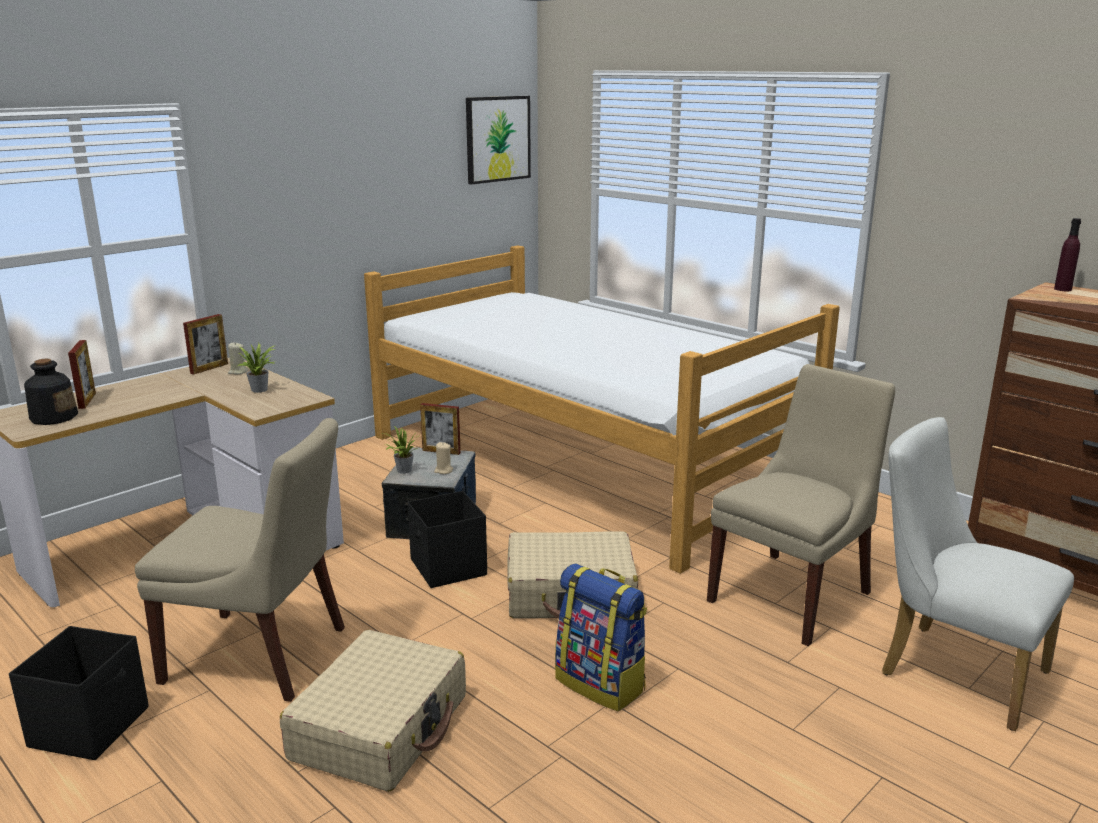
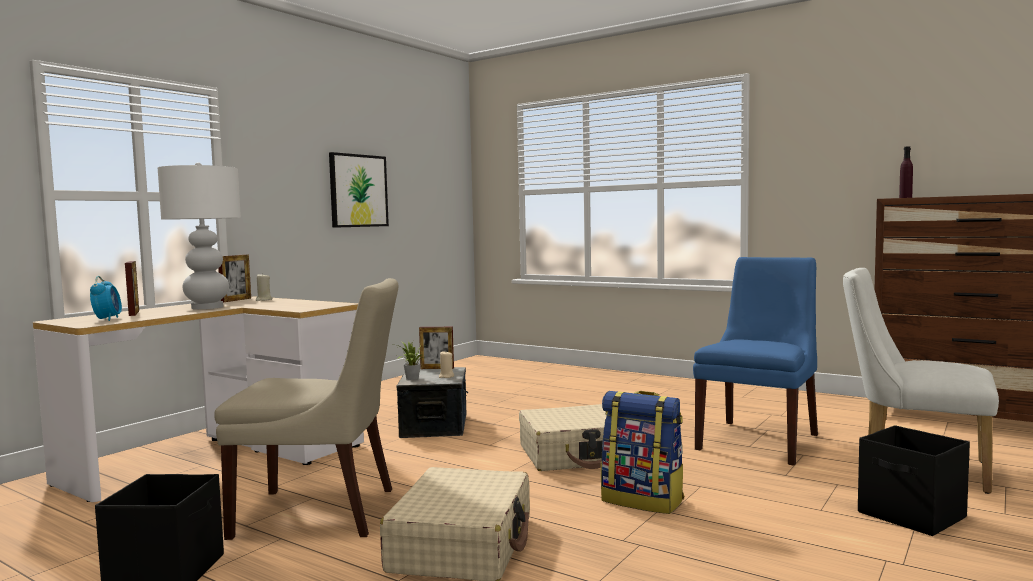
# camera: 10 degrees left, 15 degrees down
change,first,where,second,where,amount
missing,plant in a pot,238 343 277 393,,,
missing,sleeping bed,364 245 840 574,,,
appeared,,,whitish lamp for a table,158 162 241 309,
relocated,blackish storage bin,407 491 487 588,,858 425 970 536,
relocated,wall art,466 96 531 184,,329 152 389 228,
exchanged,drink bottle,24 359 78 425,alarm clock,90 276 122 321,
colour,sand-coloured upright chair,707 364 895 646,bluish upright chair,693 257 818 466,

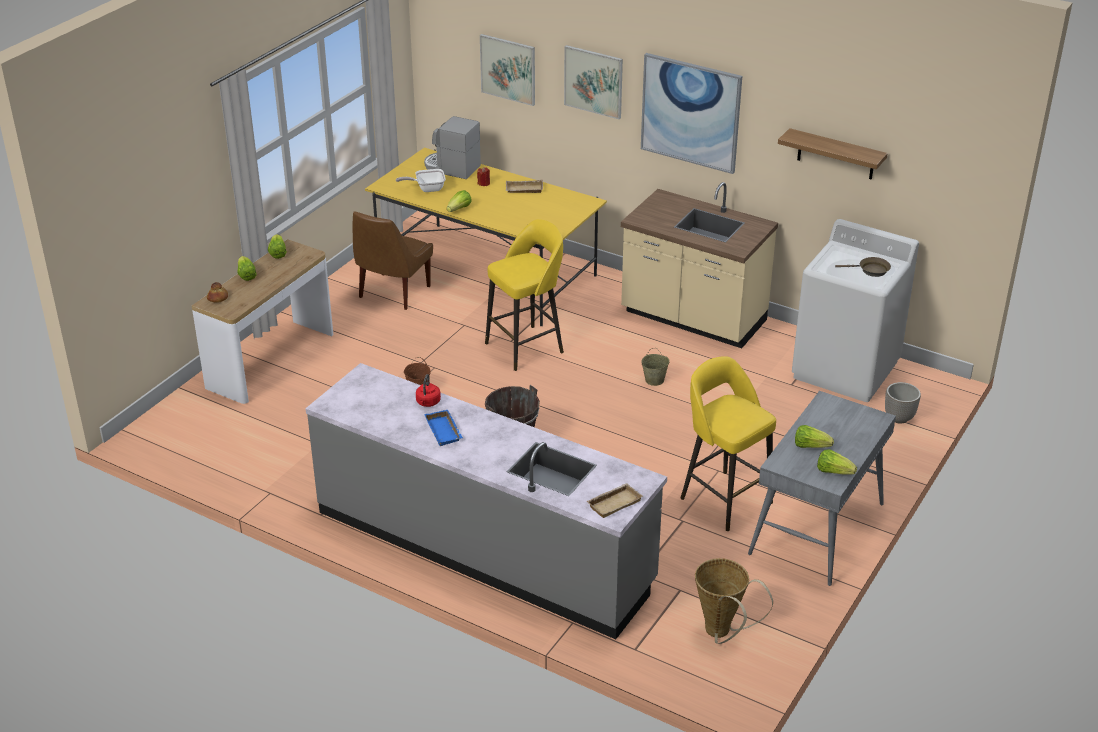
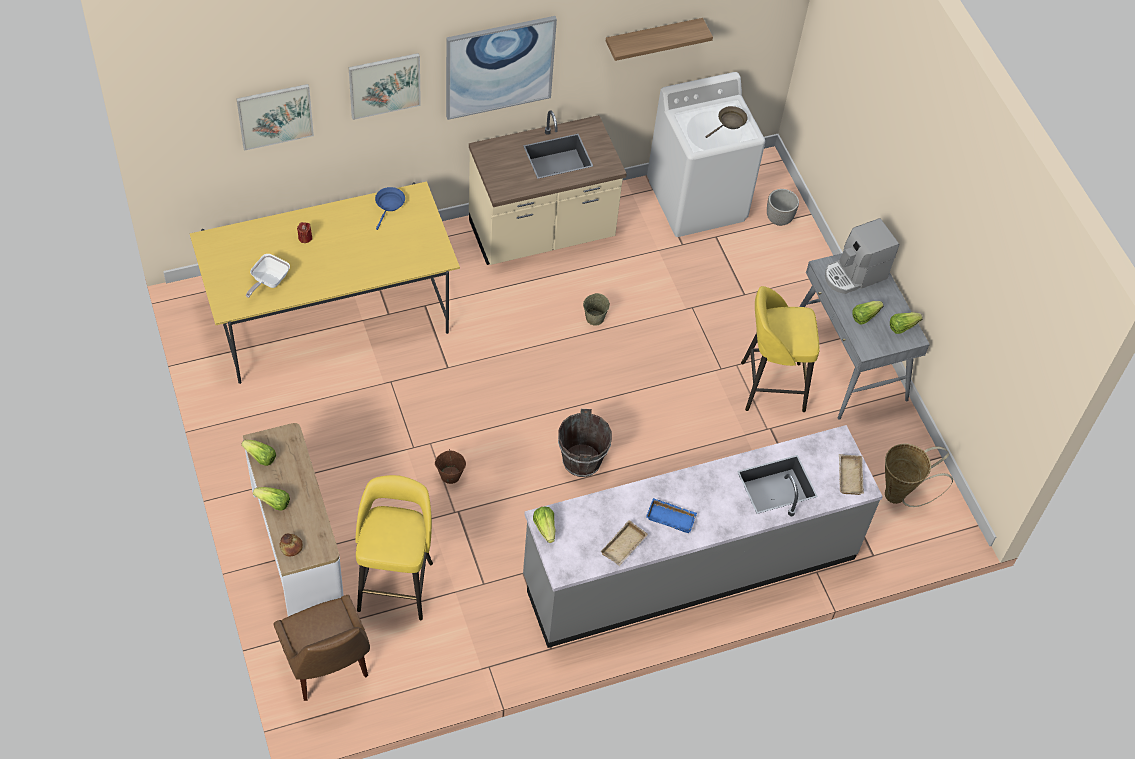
# camera: 55 degrees left, 20 degrees up
change,first,where,second,where,amount
missing,red-coloured water kettle,416 374 441 407,,,
appeared,,,bluish skillet,375 187 405 230,
relocated,brown upright chair,352 211 433 310,,273 595 370 701,
relocated,coffee maker,424 116 481 179,,825 218 899 294,
relocated,head of lettuce,447 190 472 212,,533 507 555 543,
relocated,yellowish stool seat,485 219 564 371,,355 475 433 621,
relocated,sand-coloured carrying tray,506 180 543 193,,600 520 648 566,

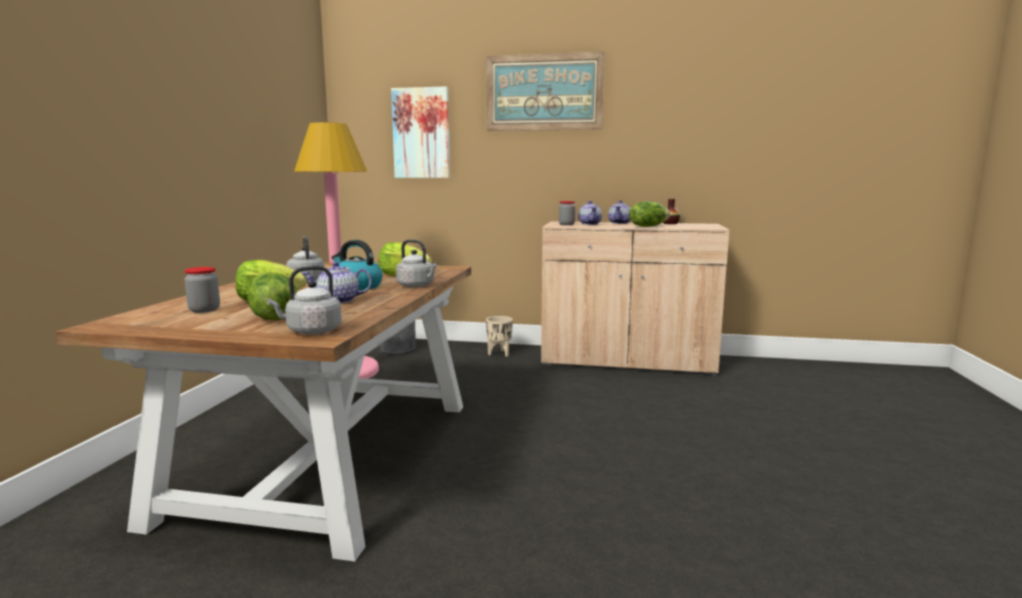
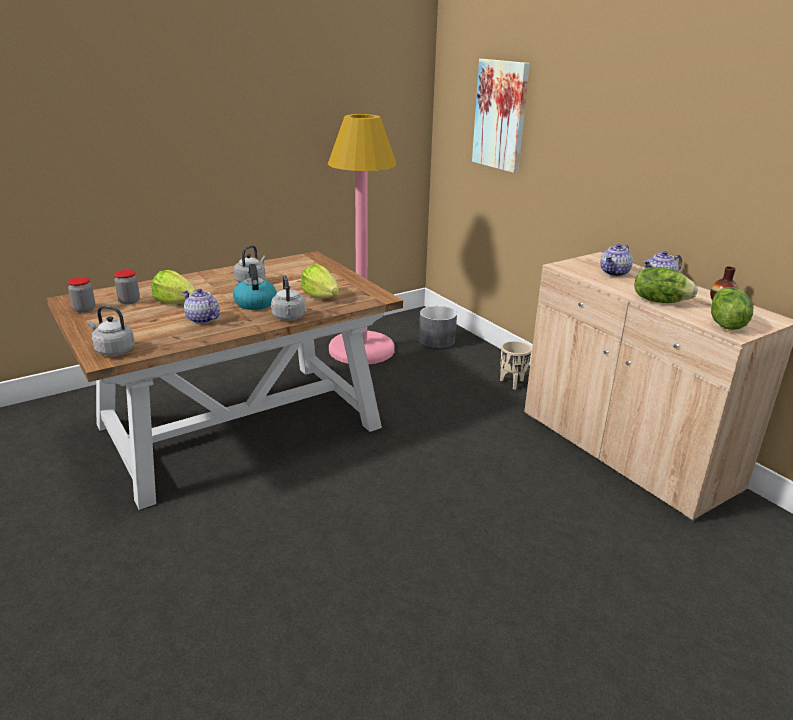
# camera: 45 degrees right, 15 degrees up
change,first,where,second,where,amount
missing,wall art,486 52 605 131,,,
relocated,head of lettuce,247 272 297 320,,711 287 753 330,
relocated,preserve jar,559 201 575 225,,68 277 95 313,

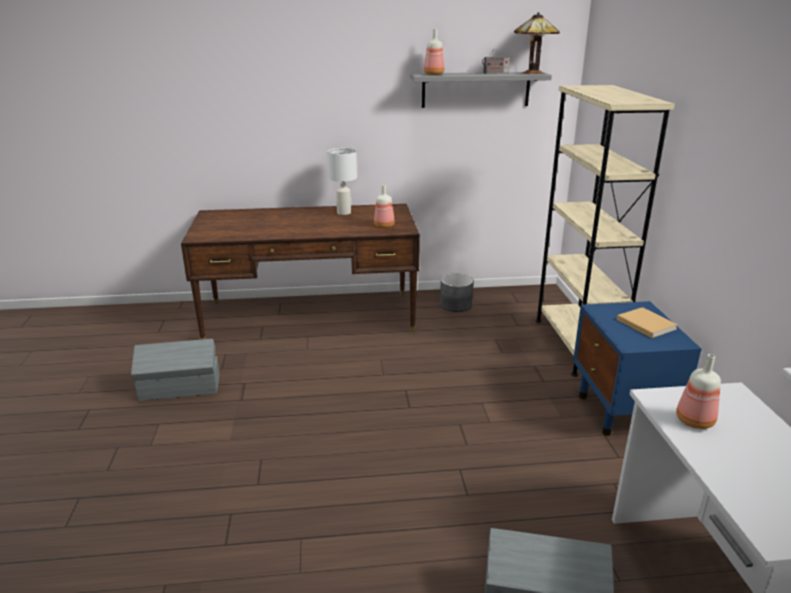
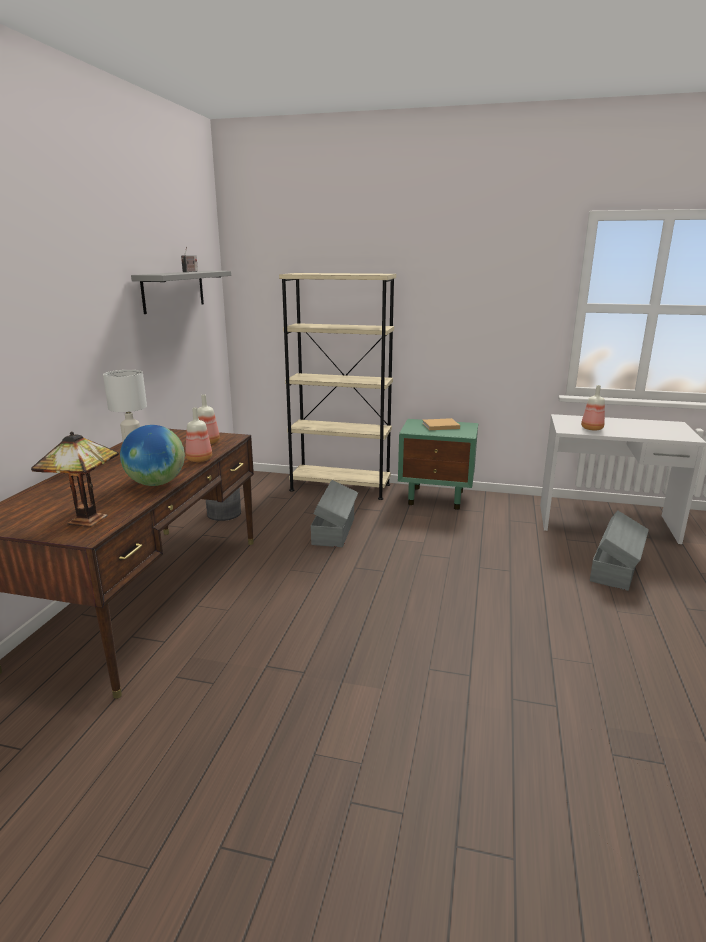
# camera: 70 degrees left, 5 degrees down
change,first,where,second,where,amount
appeared,,,world globe,120 425 185 486,
relocated,greyish storage bin,131 339 219 401,,311 480 358 547,
relocated,drink bottle,424 29 444 75,,185 407 212 462,
relocated,lamp for a table,514 12 560 74,,31 431 119 527,
colour,bluish night table,573 301 702 436,green-coloured night table,398 419 478 510,

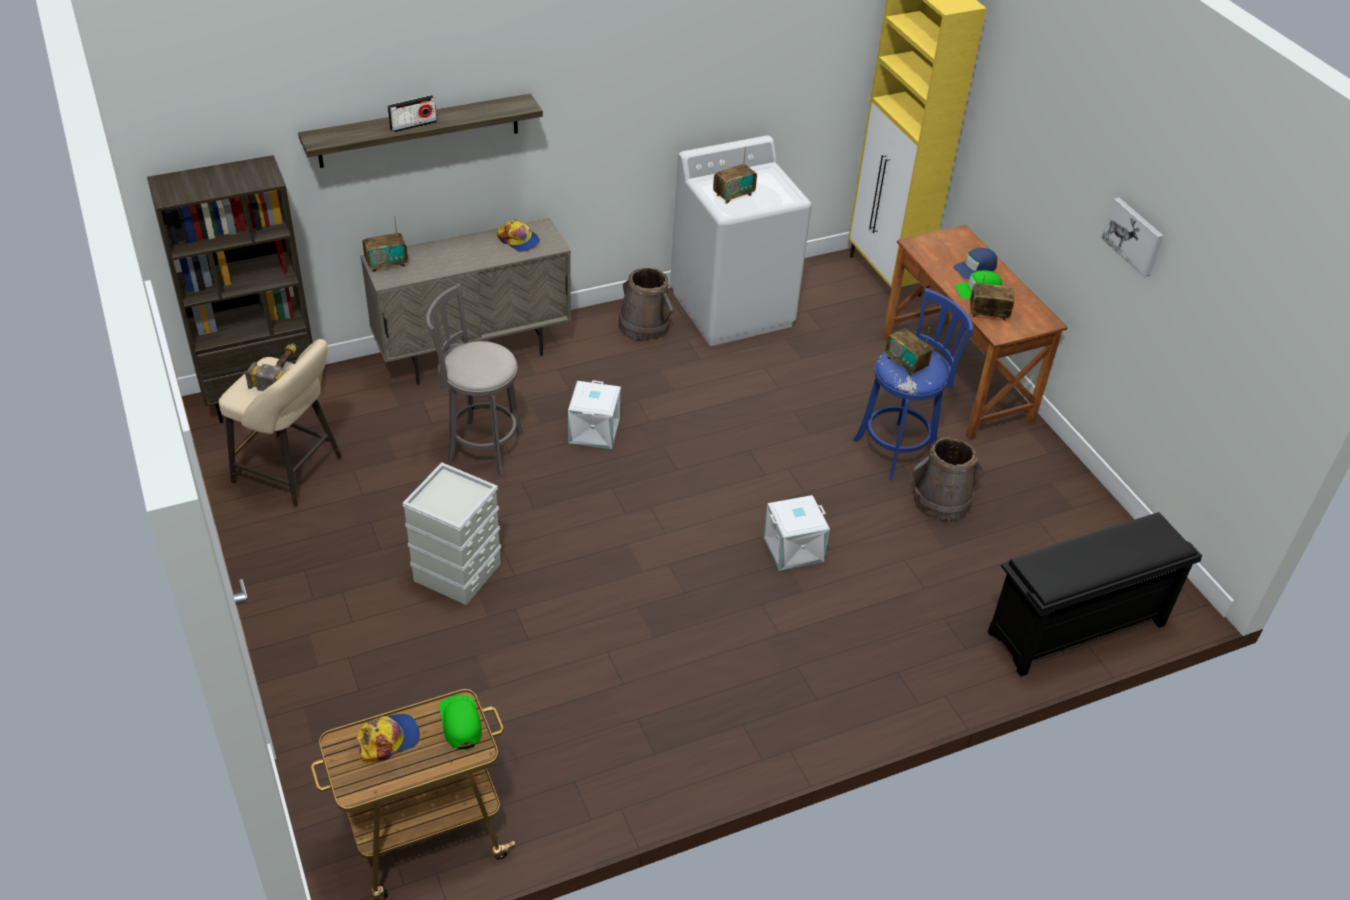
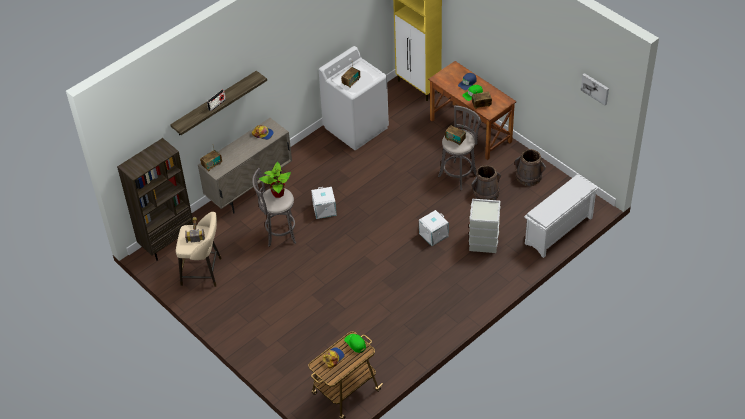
# camera: 15 degrees left, 5 degrees up
change,first,where,second,where,amount
appeared,,,plant in a pot,259 162 291 198,
relocated,greyish storage bin,402 462 501 605,,469 199 501 253,
relocated,brown water bucket,618 268 673 341,,515 149 546 186,
relocated,wall art,1101 198 1164 277,,581 73 609 105,
colour,bluish stool seat,853 288 974 480,greyish stool seat,438 105 481 190,
colour,blackish shoe rack,988 512 1202 677,whitish shoe rack,524 174 599 258,

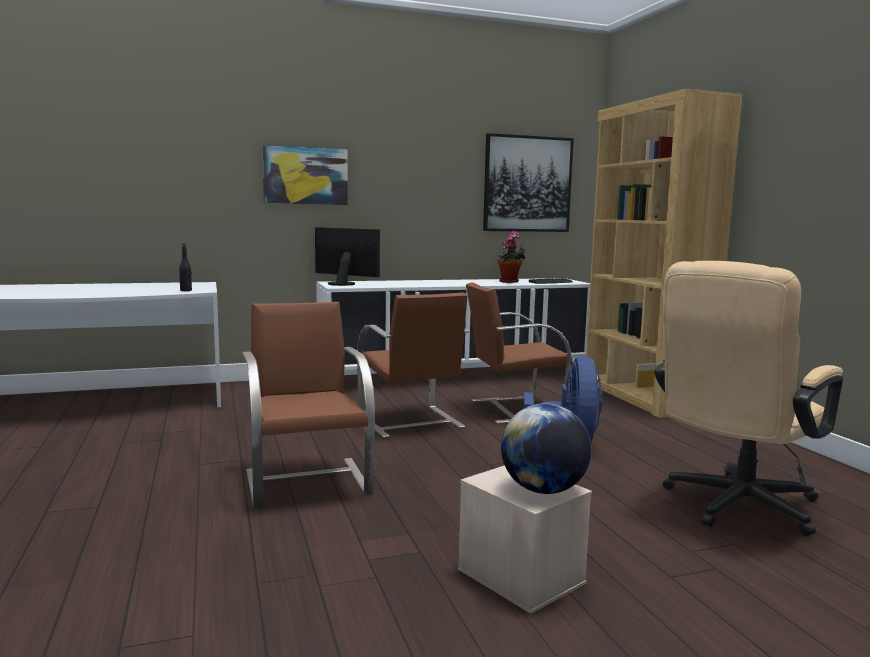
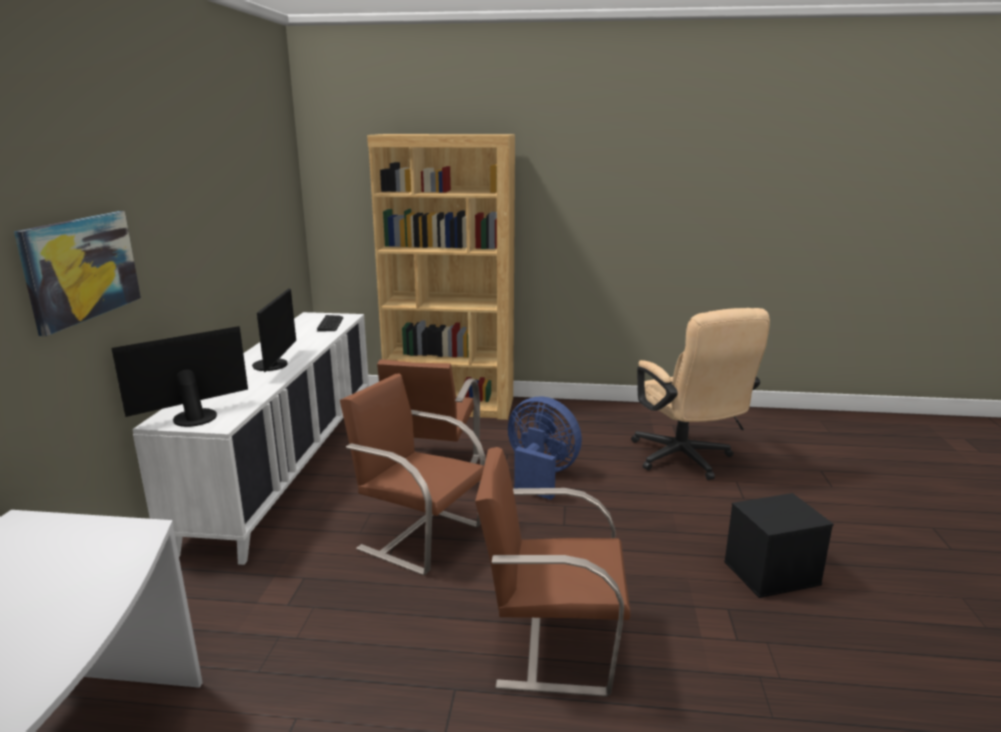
# camera: 65 degrees left, 10 degrees up
change,first,where,second,where,amount
missing,blackish drink bottle,179 243 192 291,,,
missing,wall art,483 133 574 232,,,
missing,plant in a pot,497 231 526 283,,,
missing,world globe,501 403 591 494,,,
appeared,,,computer display,252 288 296 372,
colour,sand-coloured storage bin,458 465 592 614,blackish storage bin,724 493 834 598,
spun,brown upright chair,357 292 469 438,,340 374 486 576,150 degrees counterclockwise

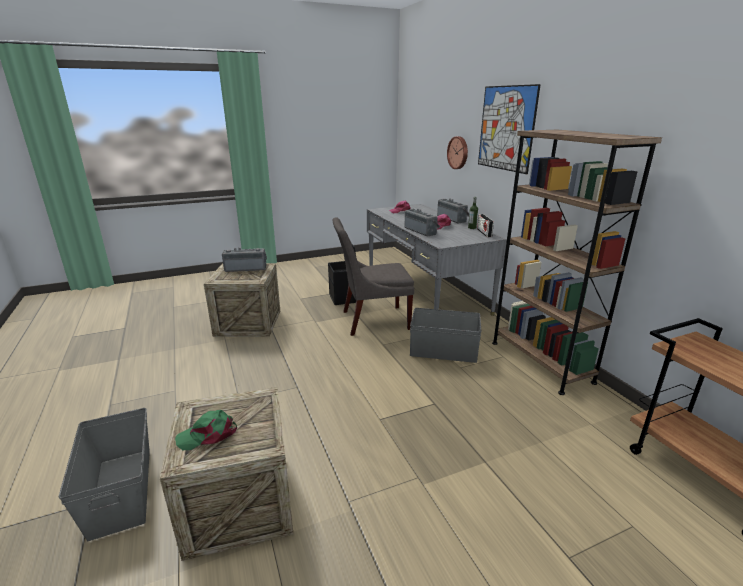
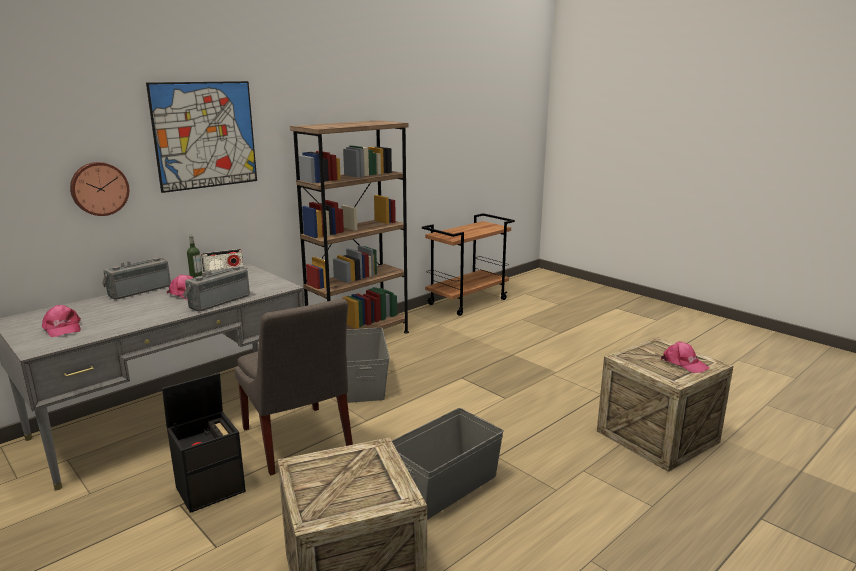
# camera: 110 degrees left, 5 degrees down
change,first,where,second,where,amount
missing,radio receiver,222 247 267 272,,,
relocated,greyish storage bin,59 408 150 541,,392 408 504 520,
colour,green-coloured peaked cap,175 410 237 450,pink peaked cap,661 341 710 373,

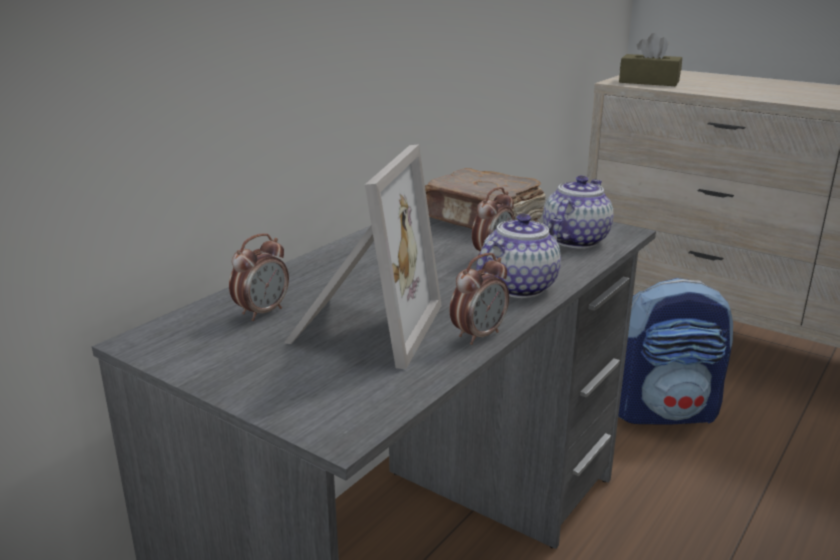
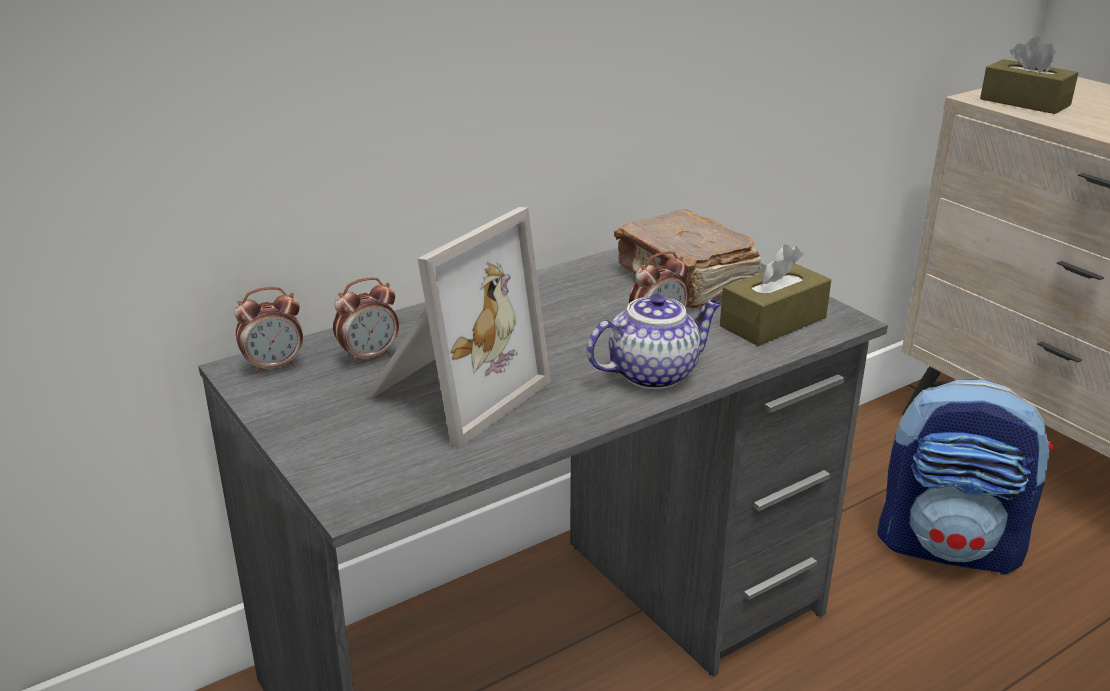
# camera: 20 degrees right, 5 degrees up
change,first,where,second,where,amount
relocated,alarm clock,450 253 509 345,,234 287 303 374,
exchanged,tea pot,543 176 614 249,brown tissue box,720 244 831 346,

